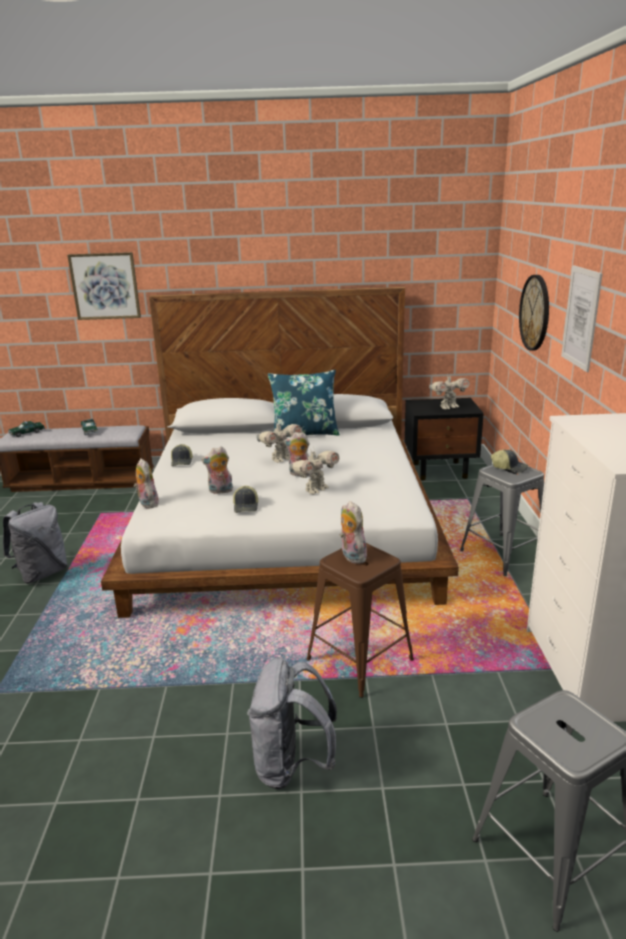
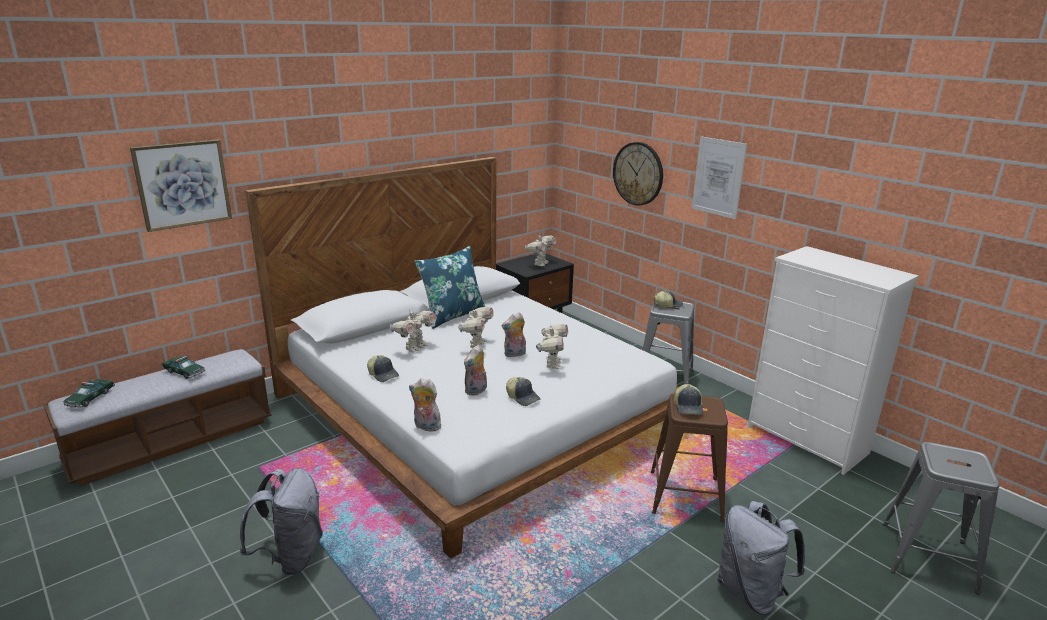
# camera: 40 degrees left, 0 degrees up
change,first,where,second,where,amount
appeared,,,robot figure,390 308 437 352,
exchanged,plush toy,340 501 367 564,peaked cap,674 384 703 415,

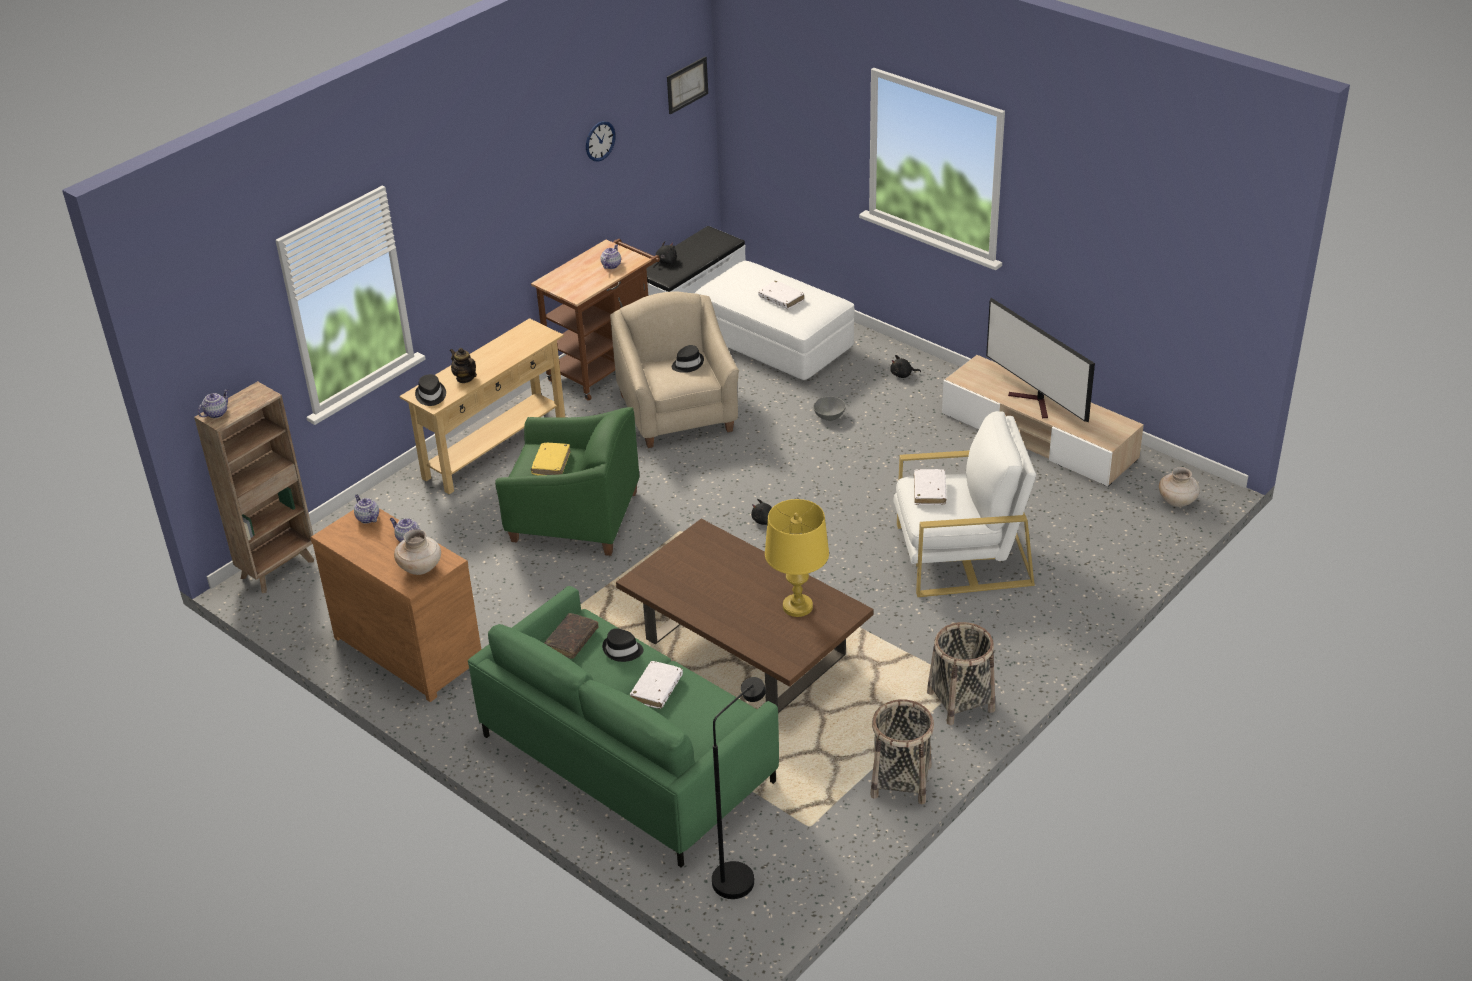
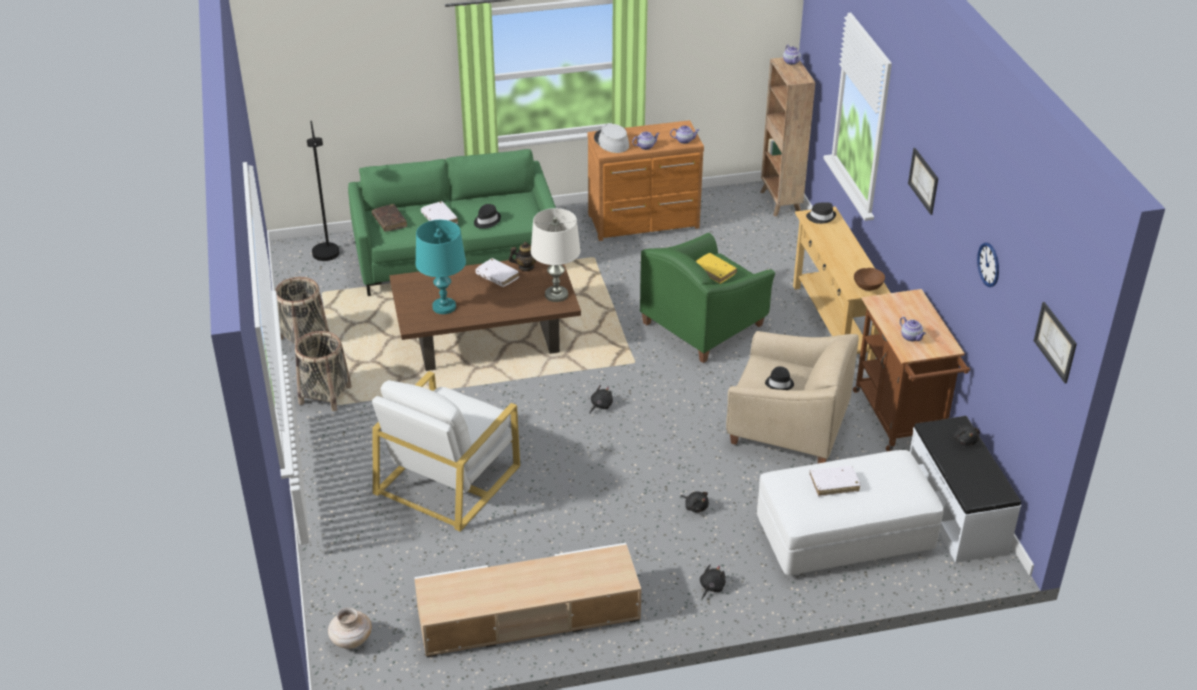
# camera: 125 degrees right, 0 degrees up
change,first,where,second,where,amount
missing,TV,986 298 1095 422,,,
appeared,,,whitish lamp for a table,531 208 580 302,
appeared,,,brown deep dish,854 268 885 291,
appeared,,,wall art,908 148 938 215,
relocated,tea pot,450 348 477 383,,509 242 537 271,
relocated,brown bound book,544 613 598 659,,372 204 407 231,
relocated,whitish bound book,914 469 947 505,,475 258 519 287,
exchanged,sand-coloured flower vase,394 529 441 575,greyish clothing hat,594 124 629 153,
exchanged,greyish deep dish,813 397 846 421,blackish plush toy,680 492 709 513,
colour,yellowish lamp for a table,765 499 829 617,turquoise-coloured lamp for a table,416 220 466 314,

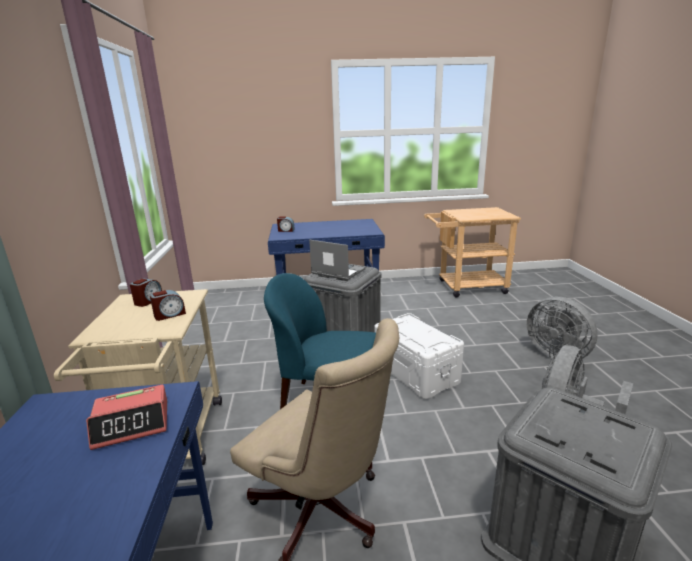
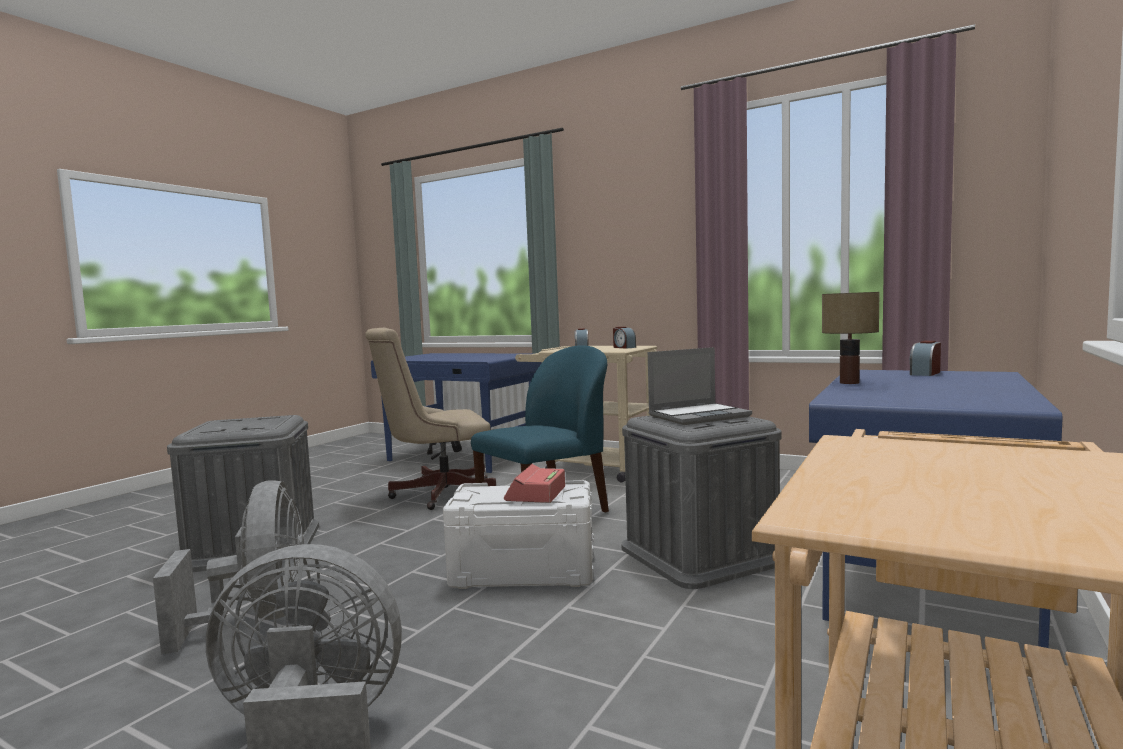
# camera: 125 degrees right, 15 degrees down
change,first,where,second,where,amount
appeared,,,lamp for a table,822 292 880 384,
relocated,alarm clock,86 385 167 450,,504 464 565 503,

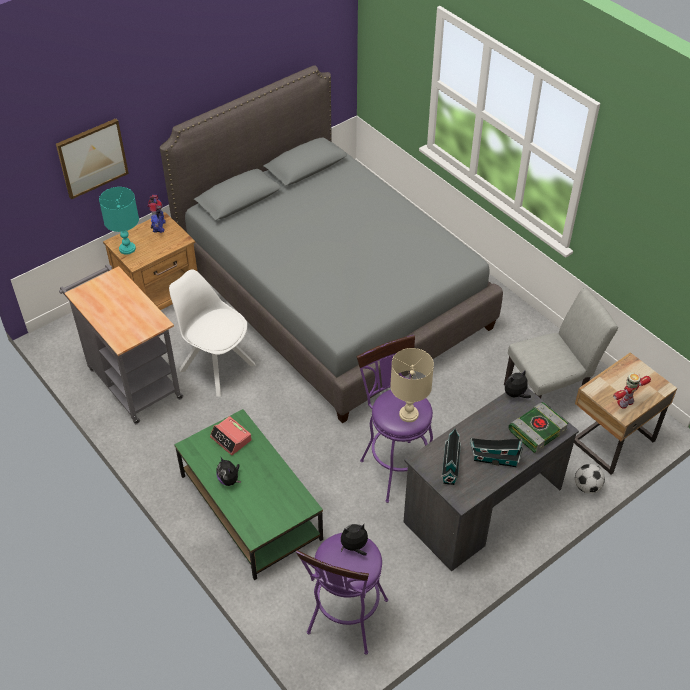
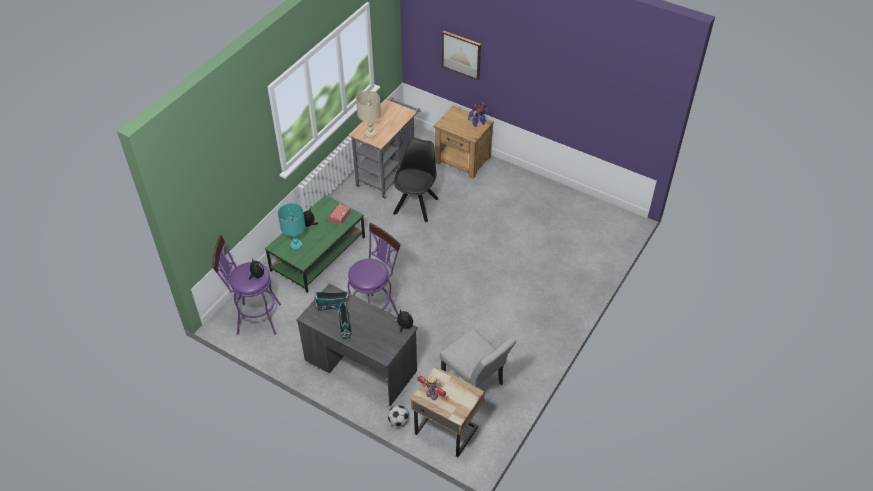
# camera: 70 degrees right, 0 degrees up
change,first,where,second,where,amount
missing,greyish sleeping bed,160 65 503 424,,,
missing,bound book,508 402 568 453,,,
relocated,turquoise-coloured lamp for a table,99 187 139 255,,278 203 306 250,
relocated,sand-coloured lamp for a table,390 348 434 422,,356 91 381 138,
colour,whitish upright chair,169 270 256 396,blackish upright chair,393 138 438 222,

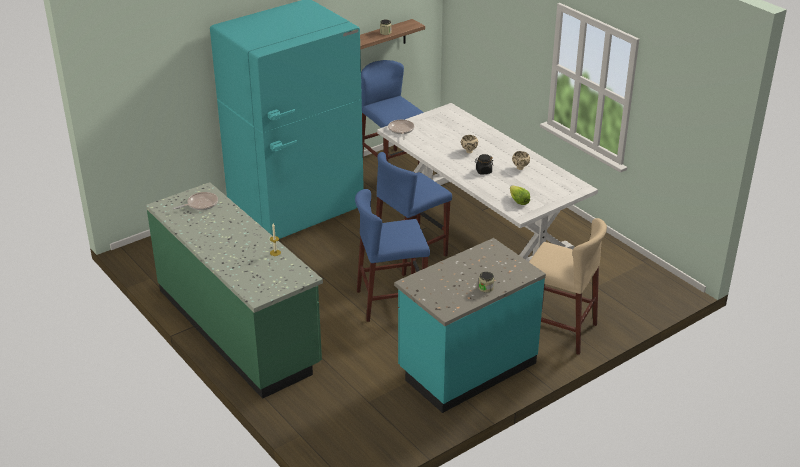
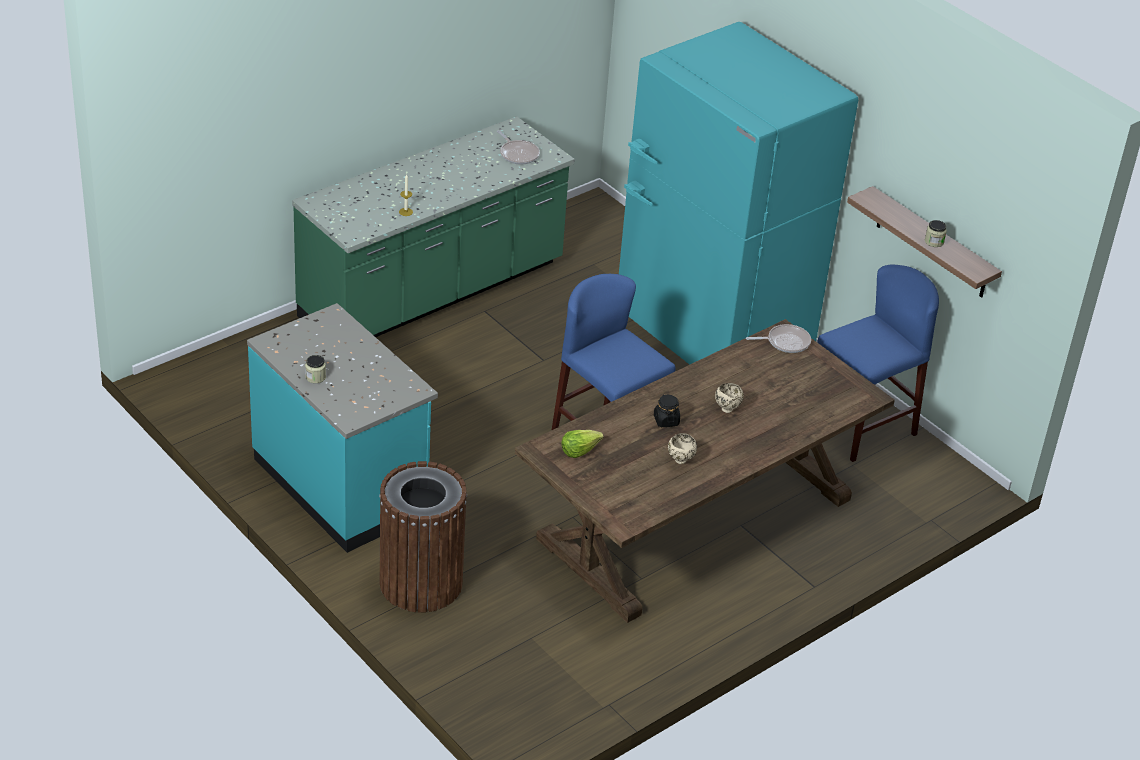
# camera: 85 degrees right, 5 degrees up
change,first,where,second,where,amount
missing,bluish stool seat,355 189 430 322,,,
exchanged,sand-coloured stool seat,529 218 607 355,brown trash can,379 461 467 613,
colour,whitish dining table,377 103 598 262,brown dining table,515 319 895 623,

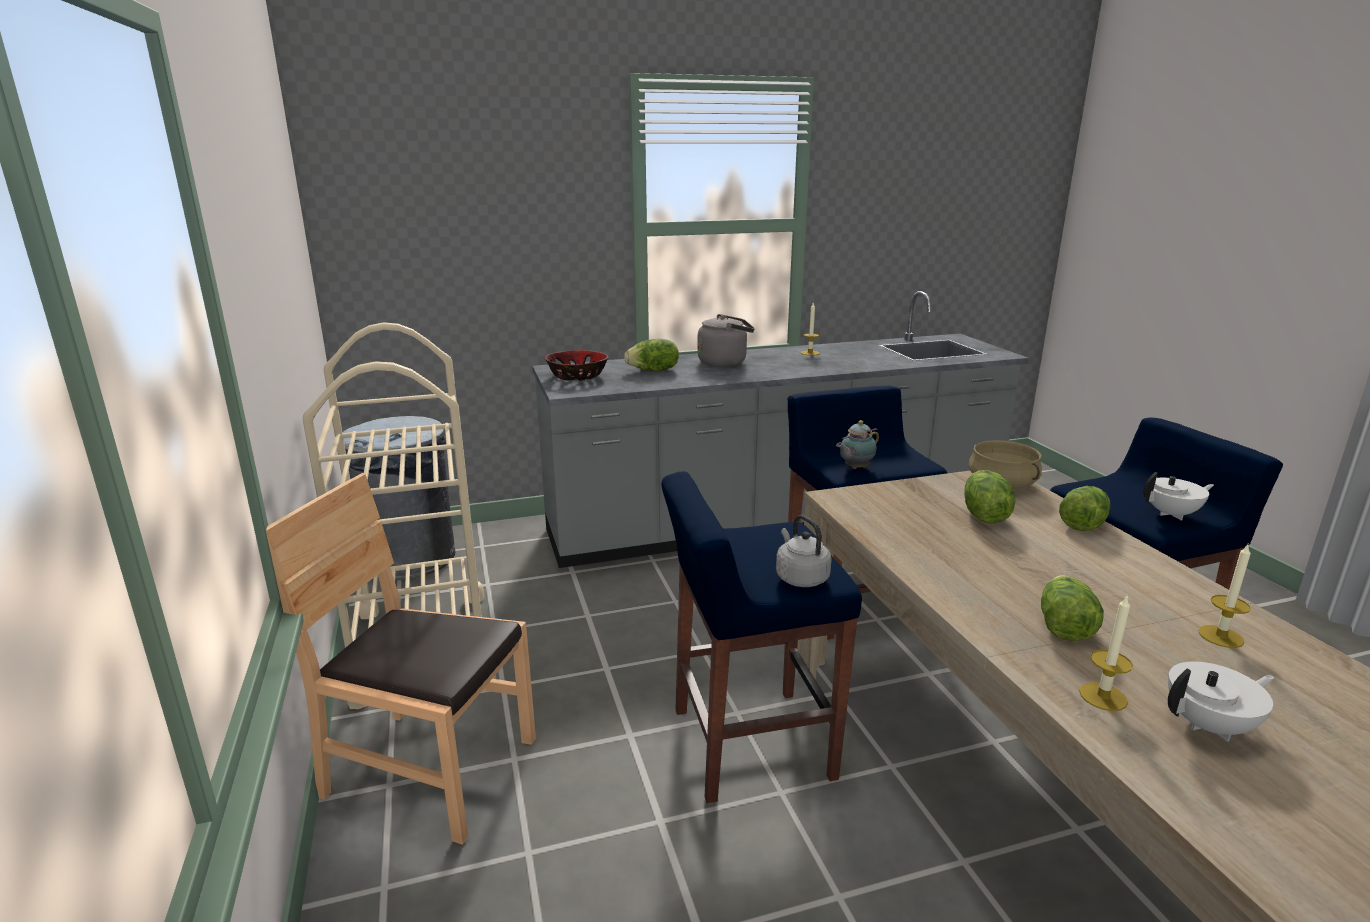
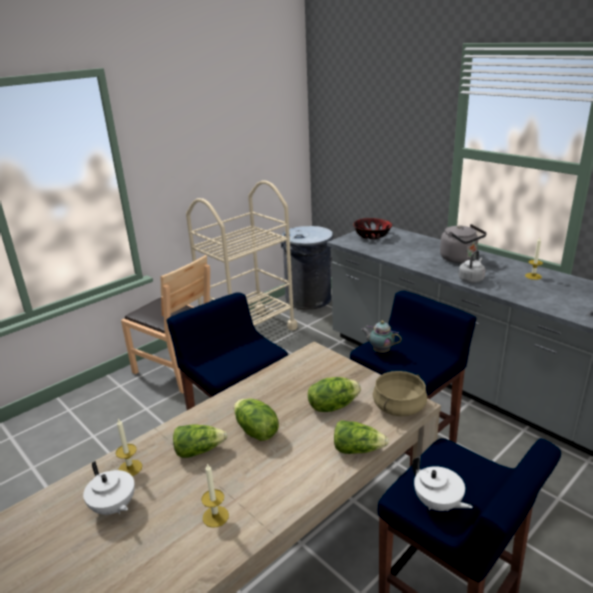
# camera: 65 degrees right, 5 degrees up
change,first,where,second,where,amount
relocated,head of lettuce,624 339 679 371,,234 398 279 441,
relocated,greyish water kettle,776 515 832 587,,458 250 485 283,
spun,brown upright chair,266 473 536 845,,121 255 210 394,135 degrees clockwise

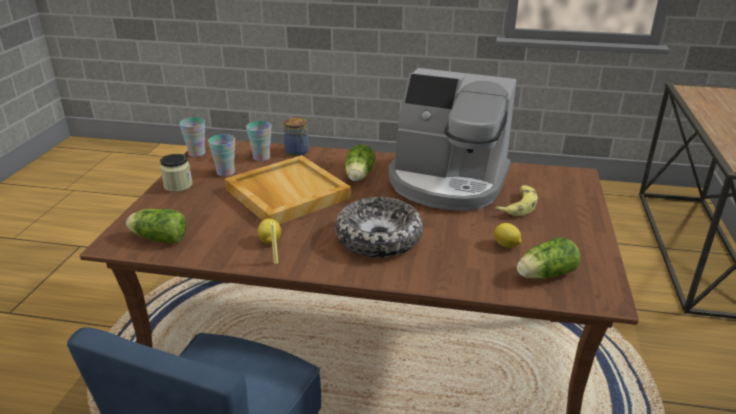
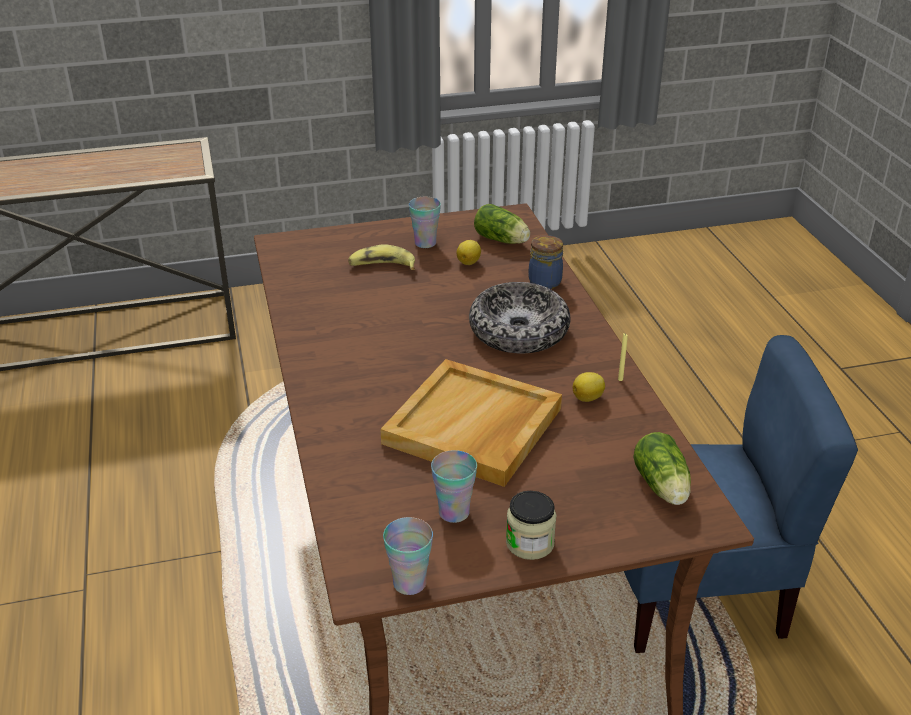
# camera: 115 degrees left, 5 degrees up
change,first,where,second,where,amount
missing,head of lettuce,345 144 375 181,,,
missing,coffee maker,389 68 516 211,,,
relocated,small cup,246 121 272 161,,409 197 441 248,
relocated,preserve jar,284 117 309 156,,528 235 563 289,

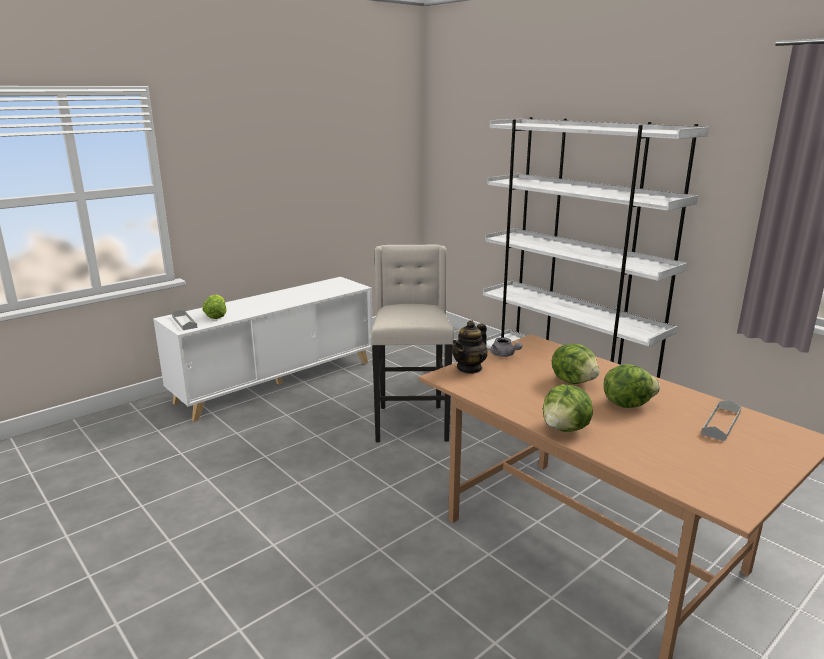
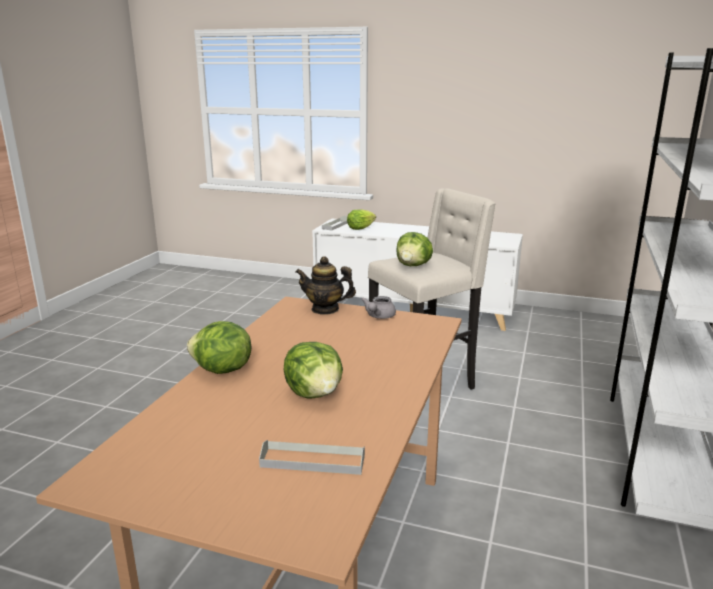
# camera: 60 degrees right, 0 degrees up
change,first,where,second,where,amount
relocated,head of lettuce,552 344 600 384,,396 232 433 266,

